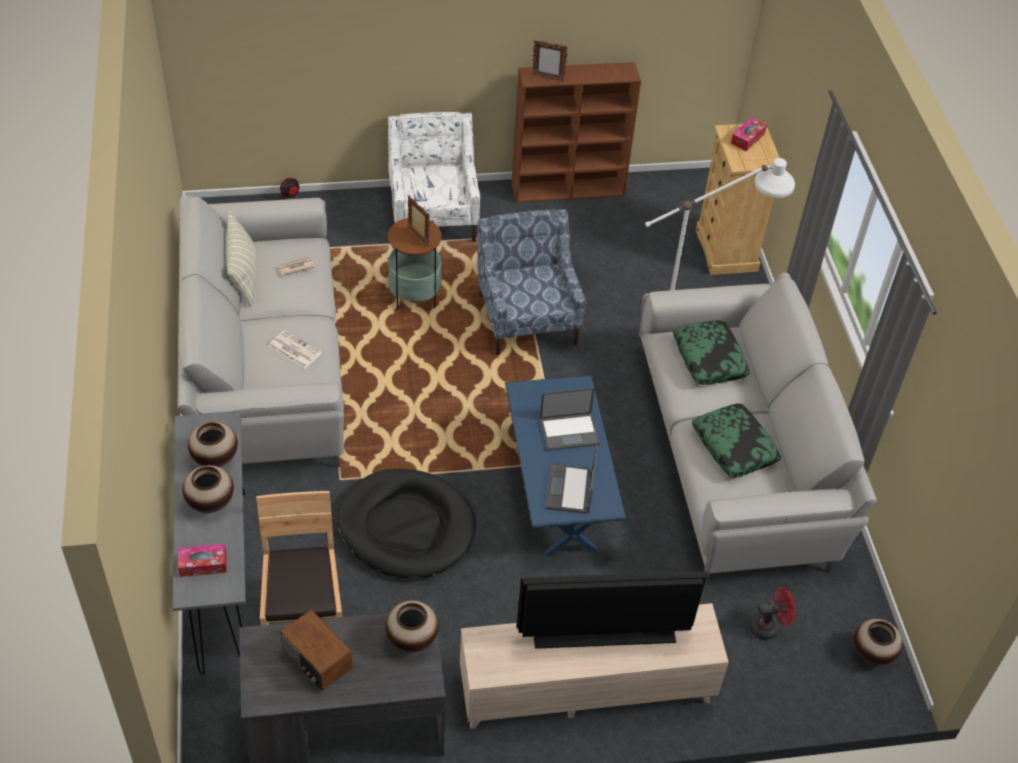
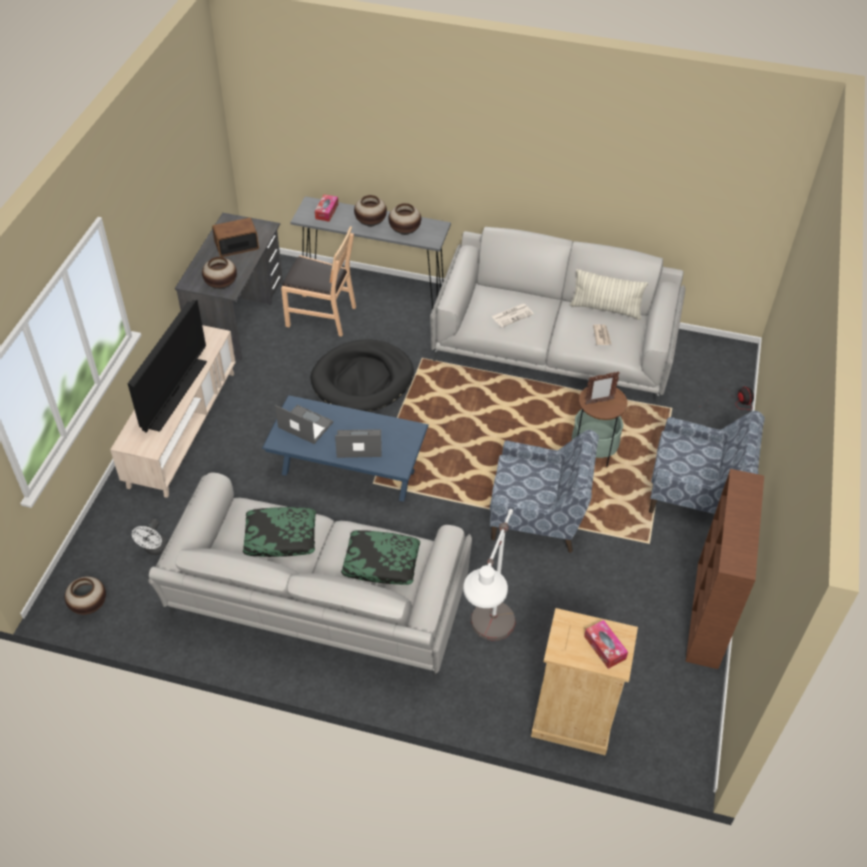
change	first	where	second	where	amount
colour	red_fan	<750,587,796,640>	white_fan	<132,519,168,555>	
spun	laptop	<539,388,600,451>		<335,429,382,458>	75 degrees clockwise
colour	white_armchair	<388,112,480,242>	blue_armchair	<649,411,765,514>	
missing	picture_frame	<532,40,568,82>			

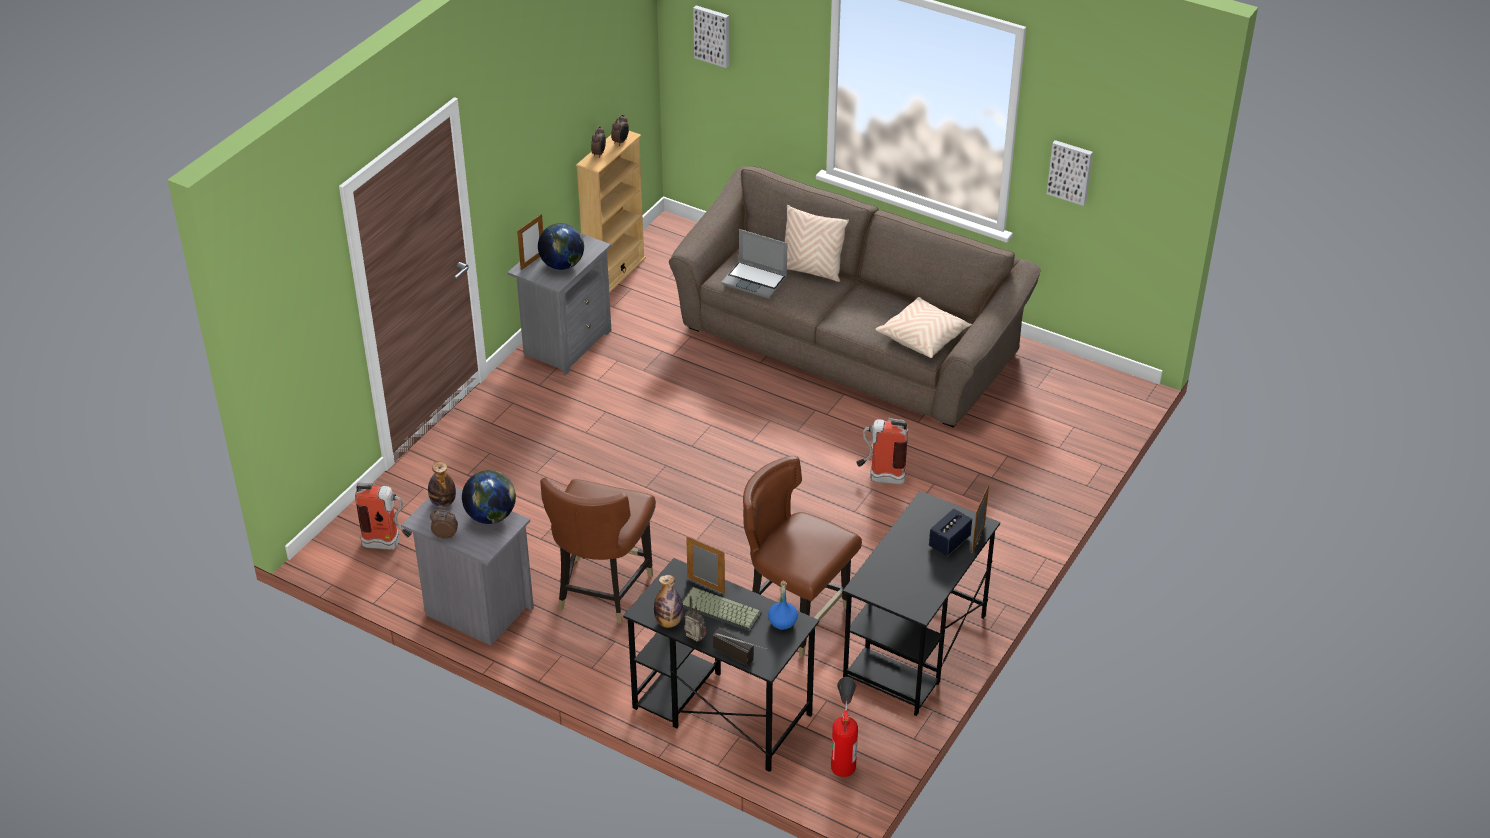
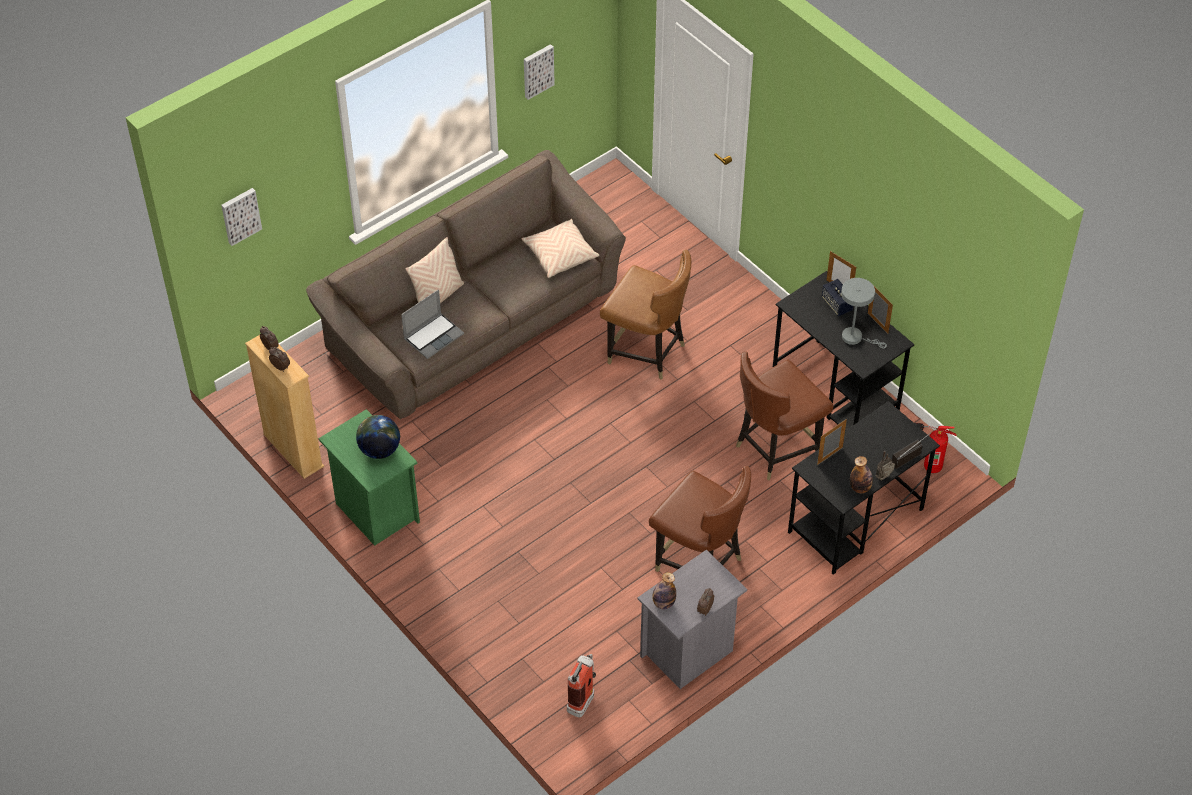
change	first	where	second	where	amount
colour	grey_nightstand	<507,233,611,375>	green_nightstand	<318,409,420,546>	
exchanged	fire_extinguisher	<856,417,908,484>	brown_chair	<600,250,691,380>	
appeared			grey_table_lamp	<841,278,887,349>	
relocated	picture_frame	<517,214,543,270>		<868,285,893,334>	
missing	globe	<462,470,516,524>			
missing	keyboard	<682,587,762,631>			
missing	blue_bottle	<768,581,798,630>			

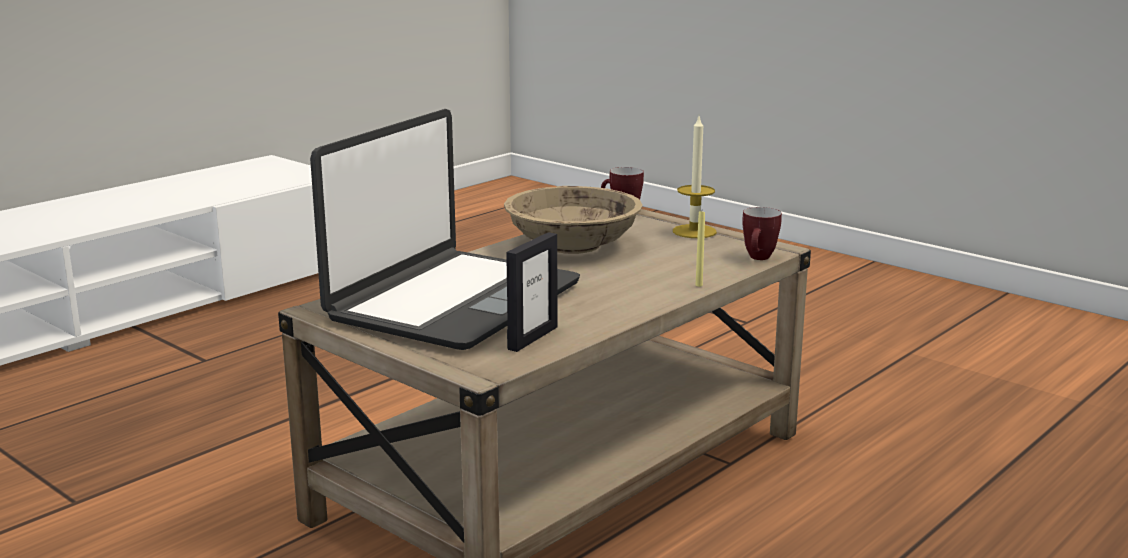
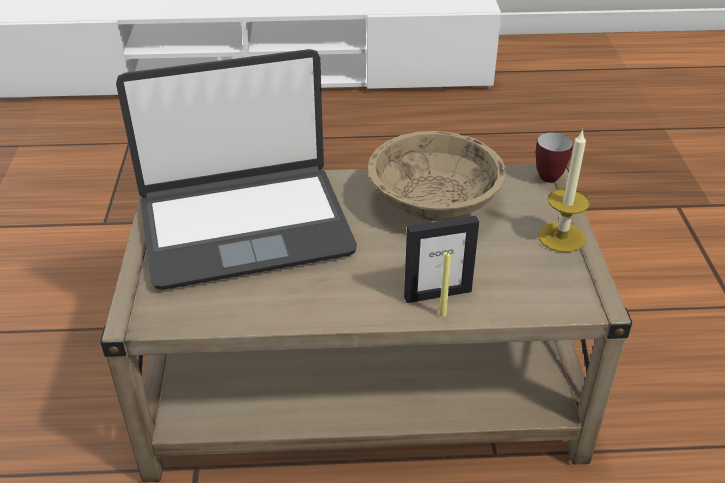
change	first	where	second	where	amount
relocated	picture_frame	<506,232,558,352>		<404,216,479,303>	
missing	mug	<742,207,782,260>			

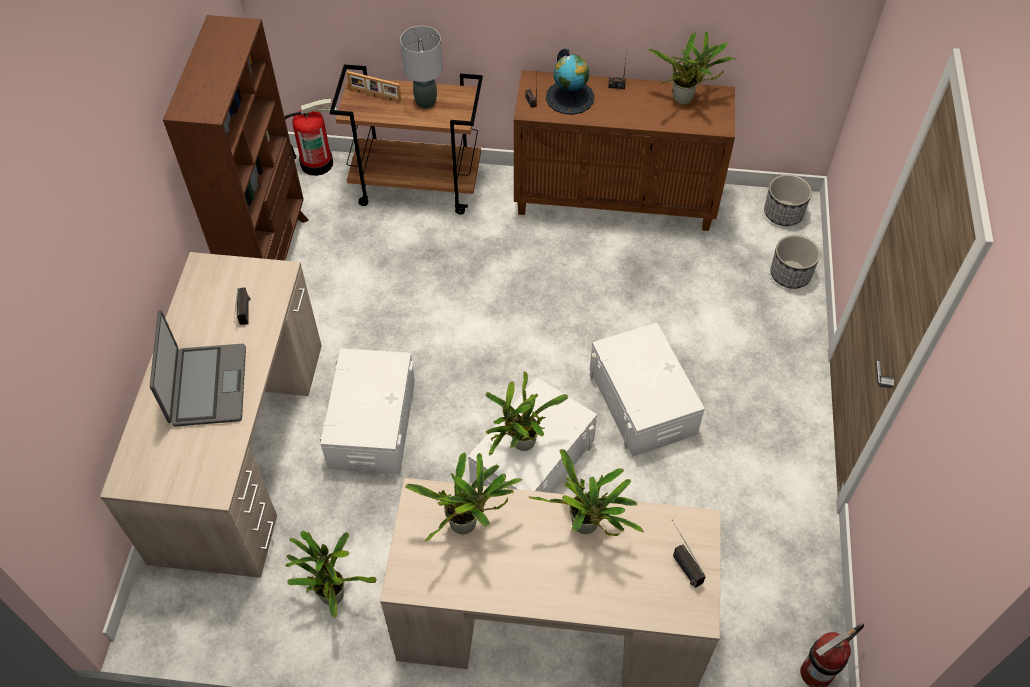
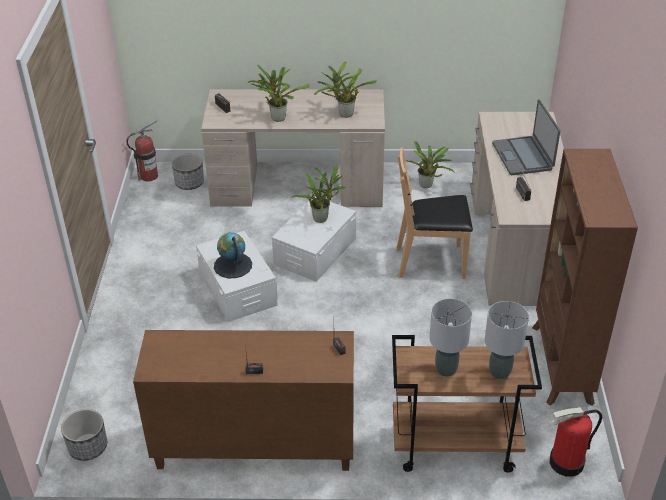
change	first	where	second	where	amount
relocated	planter	<770,235,820,289>		<172,153,204,190>	
relocated	globe	<546,48,594,115>		<214,232,252,278>	
exchanged	white_storage_box	<320,348,415,474>	brown_chair	<396,147,473,279>	
exchanged	picture_frame	<346,71,402,103>	grey_table_lamp	<485,301,529,379>	
missing	potted_plant	<647,32,735,105>			

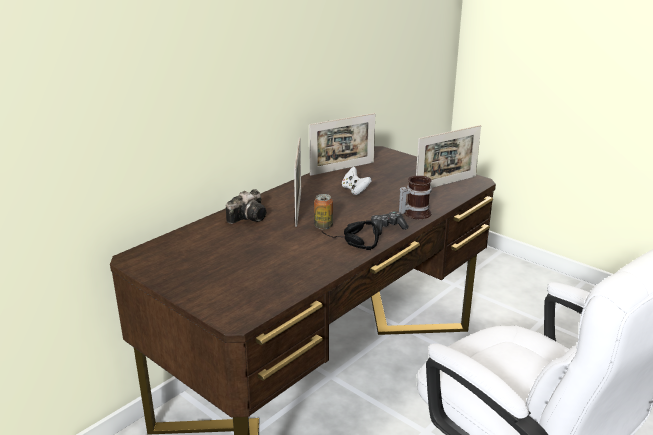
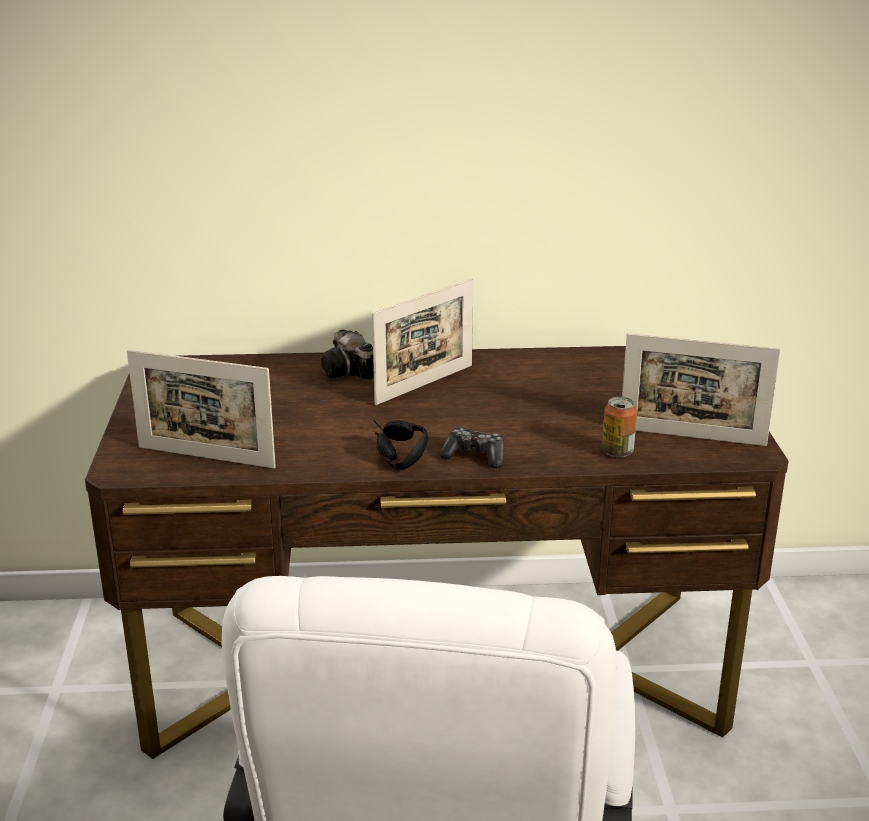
change	first	where	second	where	amount
relocated	picture_frame	<309,113,375,176>		<127,350,276,468>	
spun	photo_camera	<226,189,266,224>		<320,329,374,381>	60 degrees clockwise
relocated	can	<314,194,333,230>		<602,397,637,458>	
missing	white_game_controller	<342,167,372,195>			
missing	mug	<399,176,432,219>			

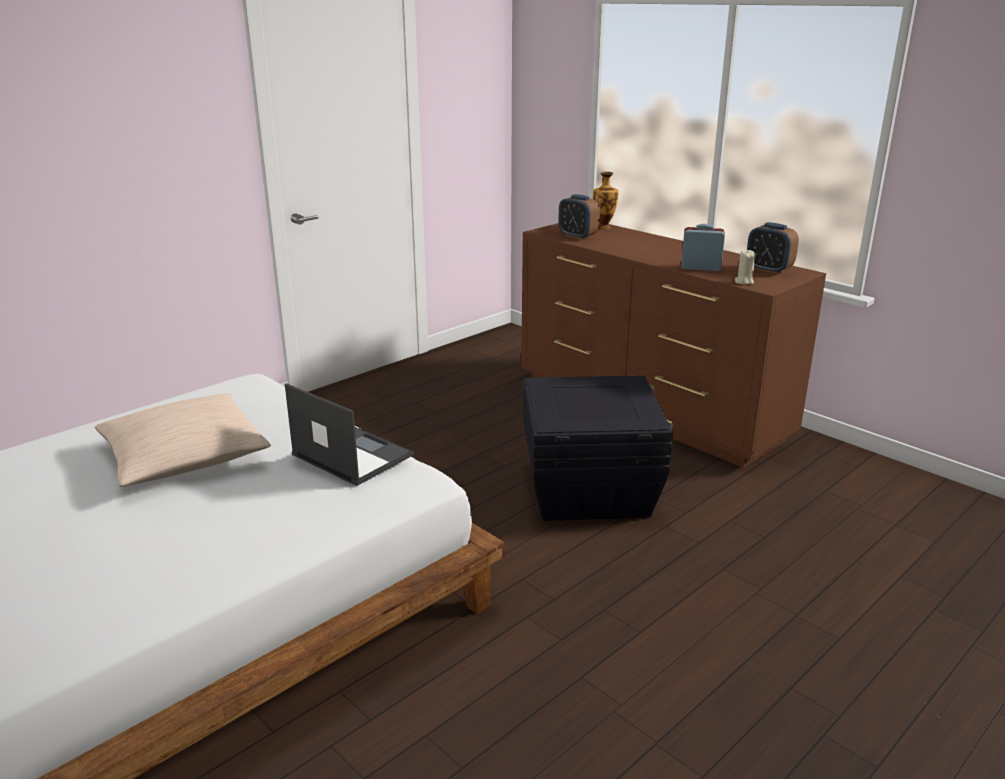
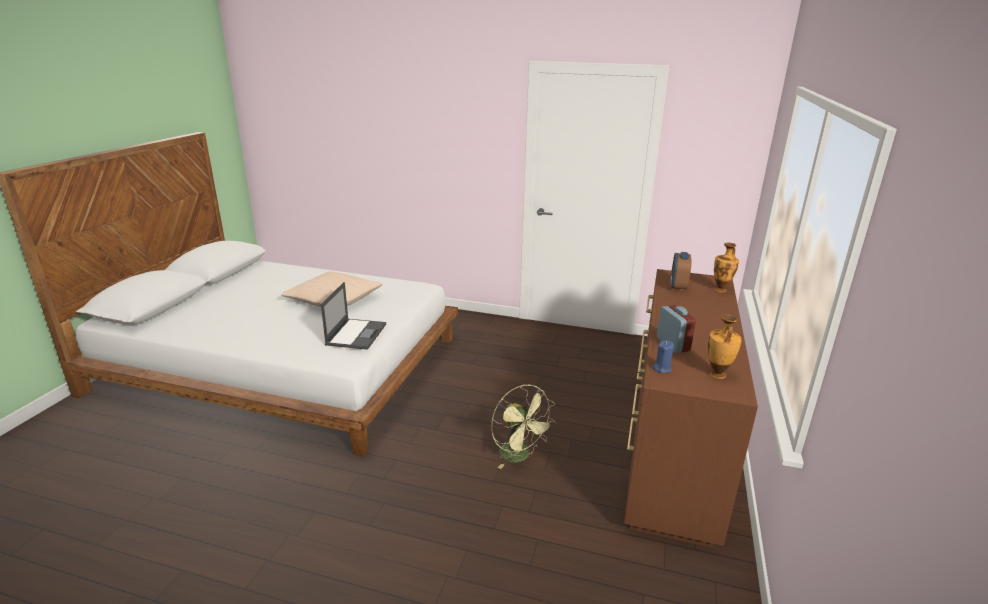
change	first	where	second	where	amount
exchanged	black_storage_box	<523,375,673,521>	green_fan	<491,385,556,469>	
colour	beige_candle	<735,250,756,285>	blue_candle	<653,340,674,373>	
exchanged	alarm_clock	<747,222,799,274>	vase	<708,314,742,379>	

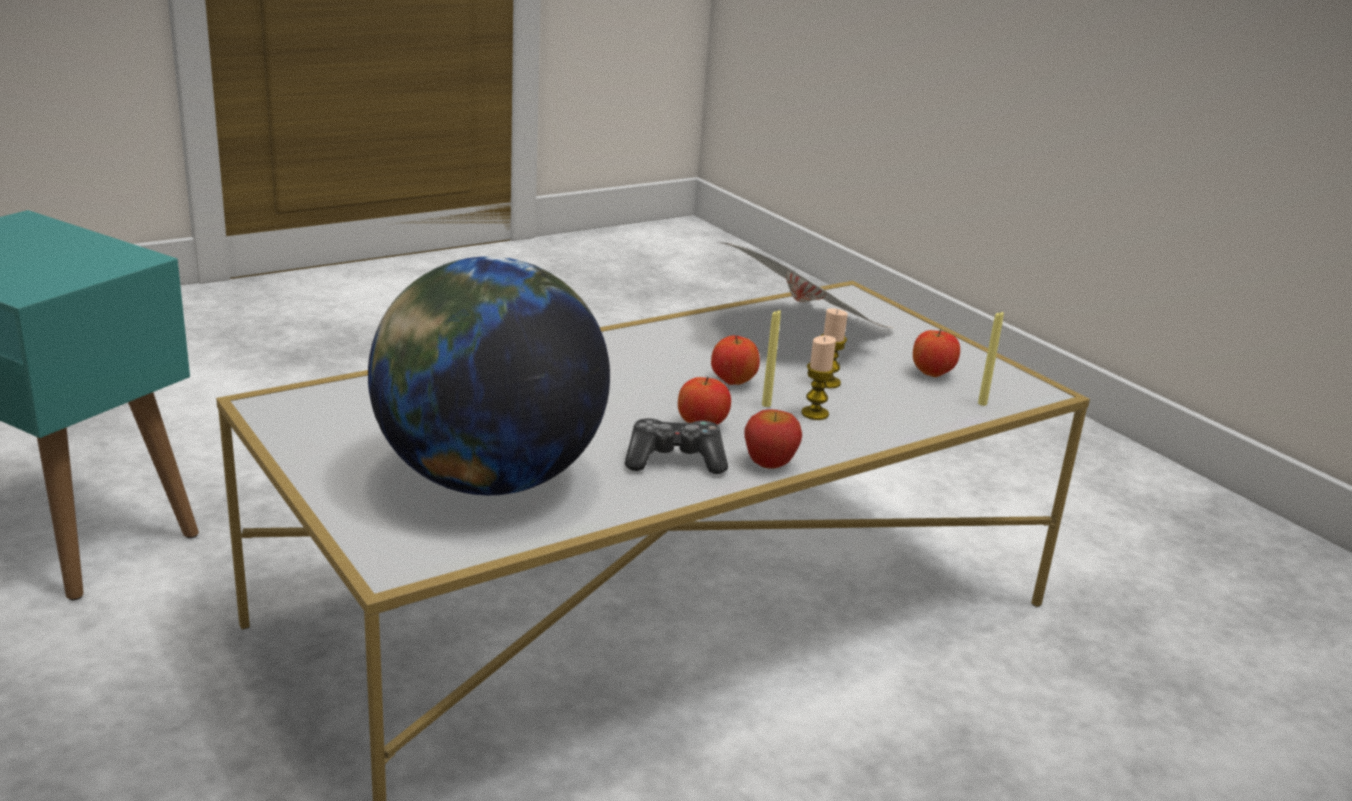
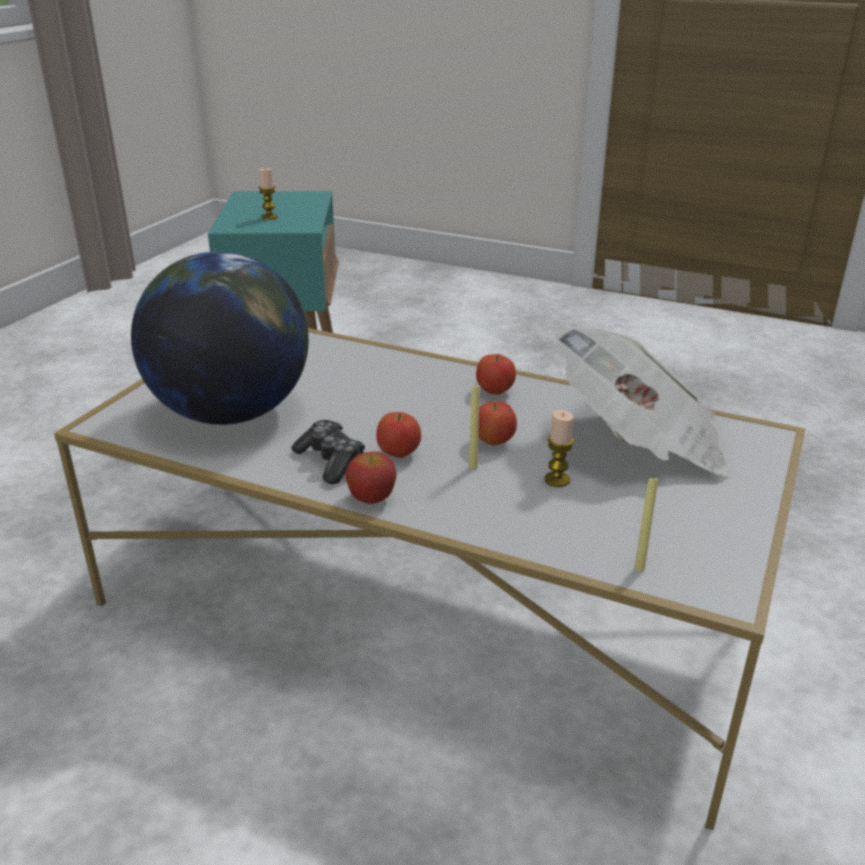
change	first	where	second	where	amount
relocated	candle	<801,336,836,420>		<258,168,278,220>	
relocated	apple	<913,329,960,377>		<476,354,516,395>	

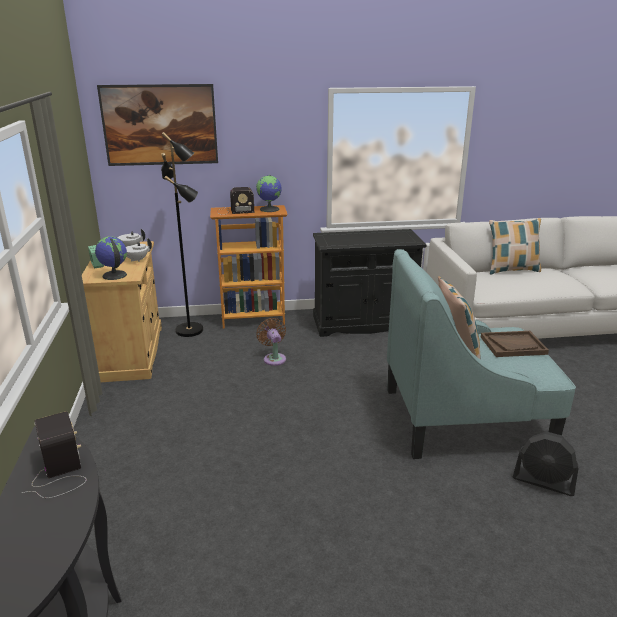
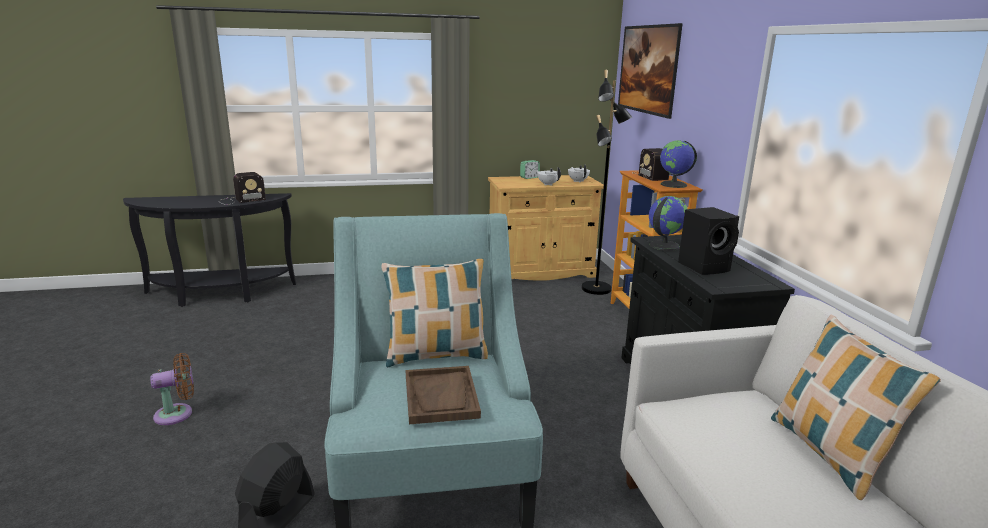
change	first	where	second	where	amount
relocated	brown_fan	<257,318,286,366>		<150,353,194,425>	
relocated	globe	<95,236,127,280>		<649,196,687,251>	
appeared			black_speaker	<678,207,739,275>	

